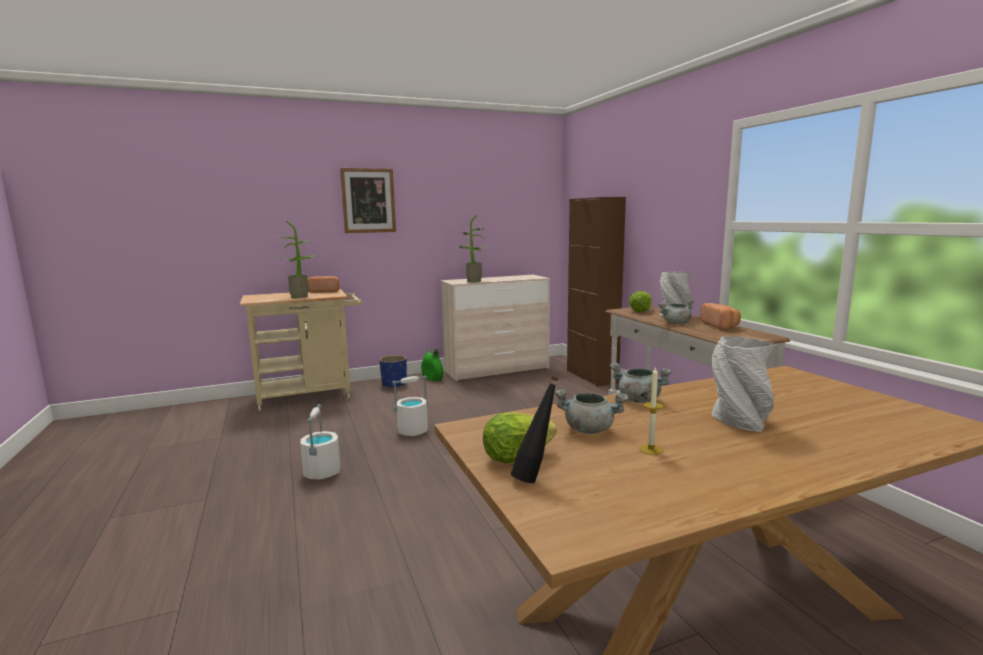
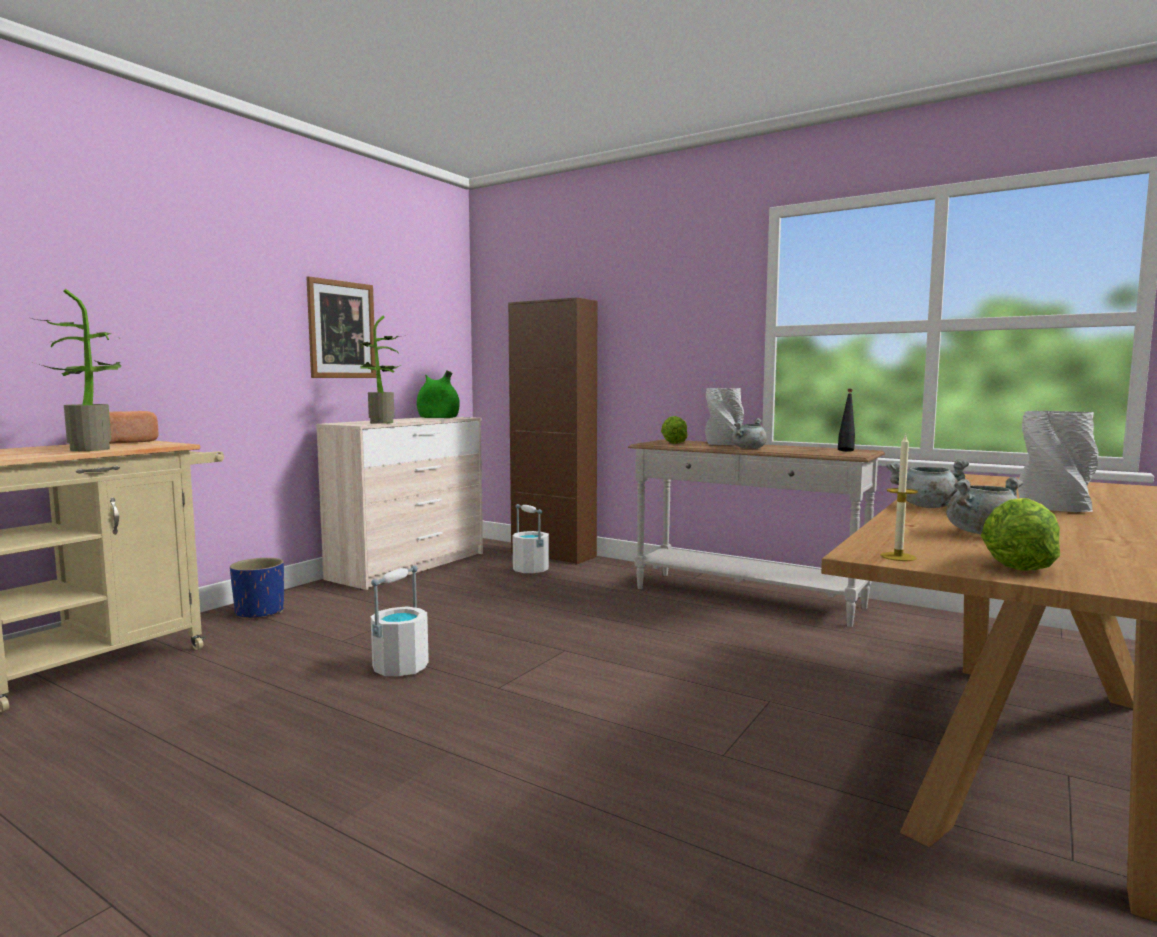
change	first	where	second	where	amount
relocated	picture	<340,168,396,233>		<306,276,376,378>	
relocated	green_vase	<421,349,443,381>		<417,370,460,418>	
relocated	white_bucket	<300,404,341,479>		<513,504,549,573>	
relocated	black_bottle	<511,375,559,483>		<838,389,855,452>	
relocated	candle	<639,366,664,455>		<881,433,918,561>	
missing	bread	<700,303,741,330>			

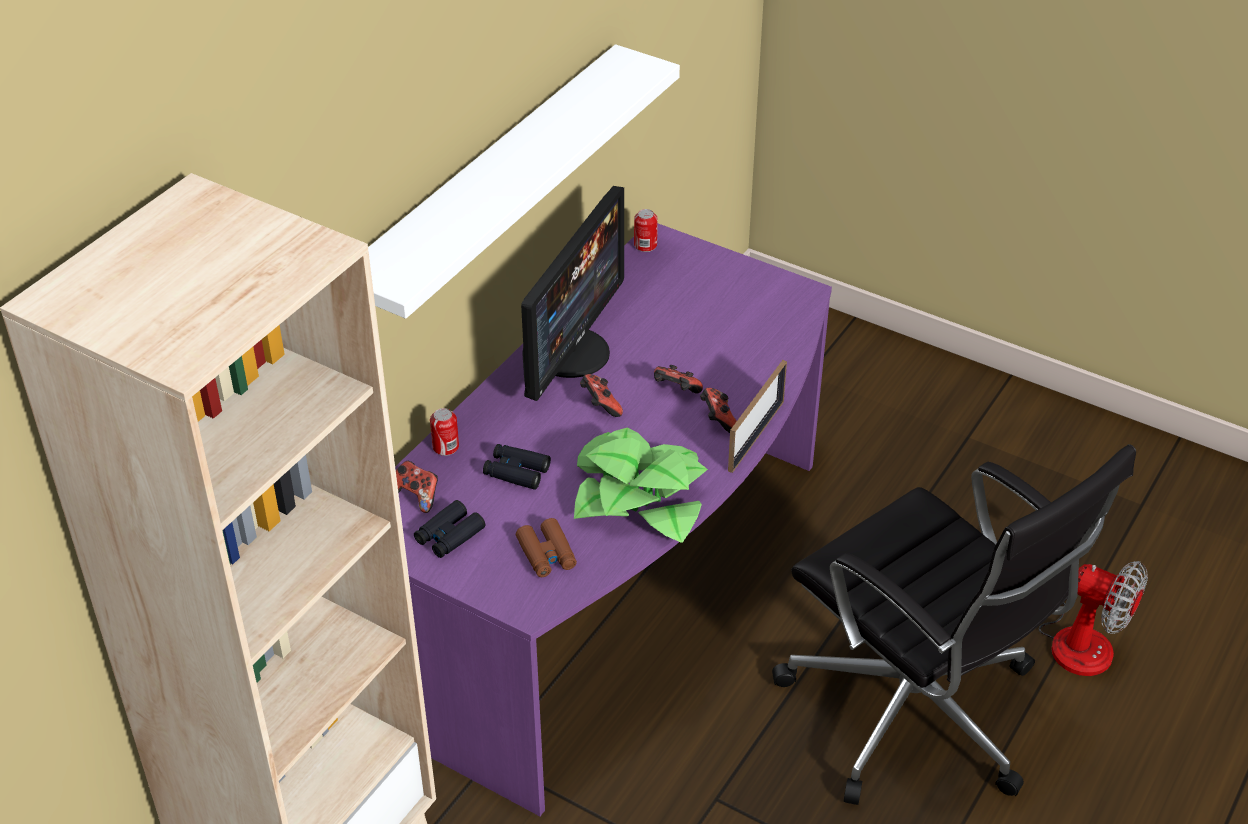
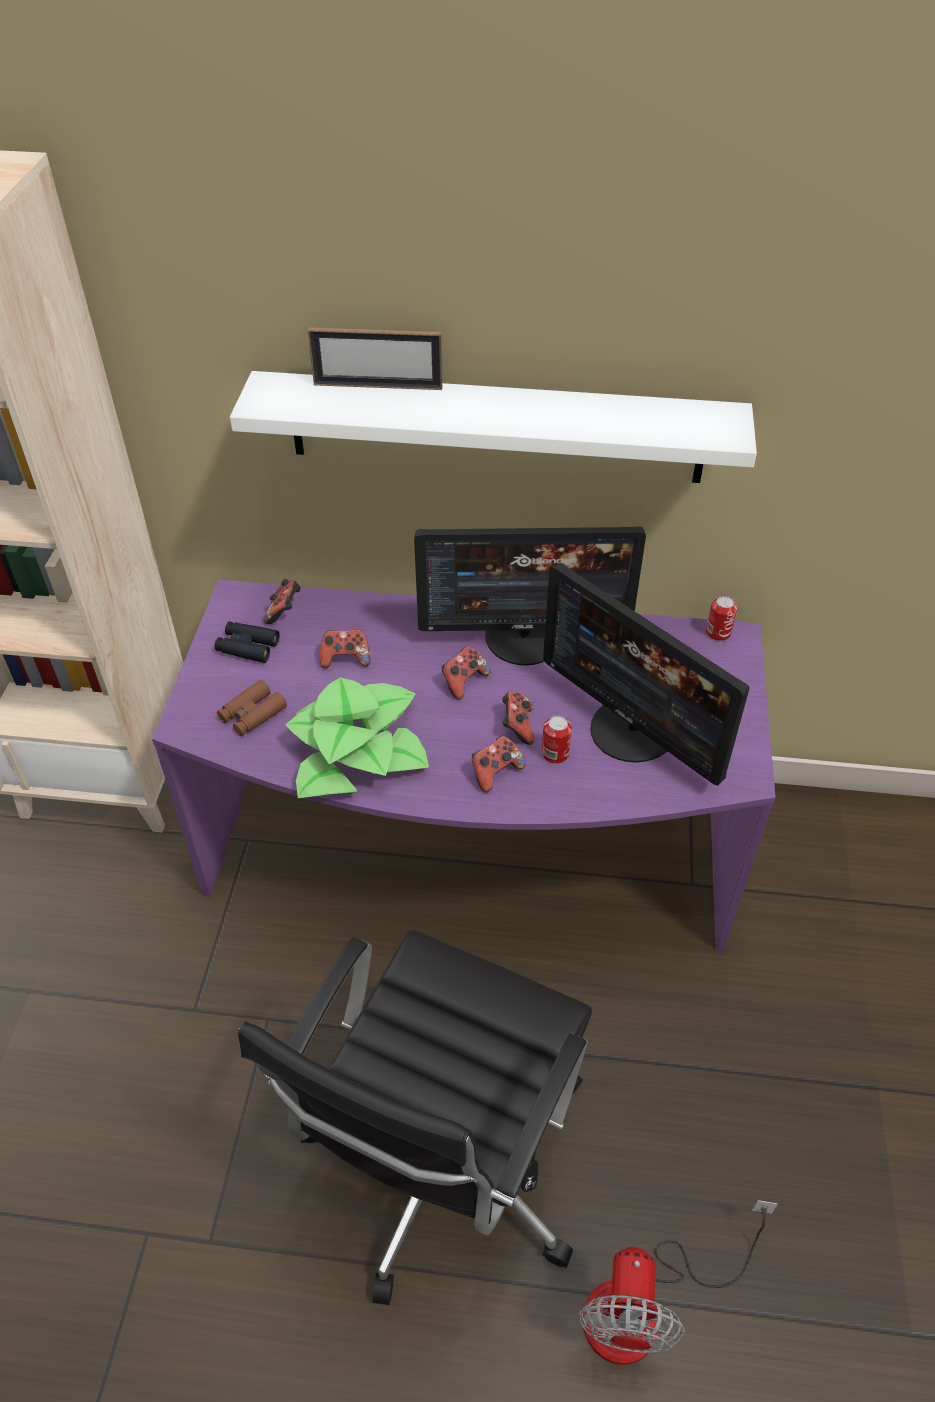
change	first	where	second	where	amount
relocated	picture_frame	<728,360,787,473>		<308,327,442,390>	
exchanged	black_binoculars	<483,444,551,490>	game_controller	<319,629,371,668>	
relocated	can	<430,408,459,456>		<542,716,572,764>	
appeared			monitor	<543,563,749,785>	

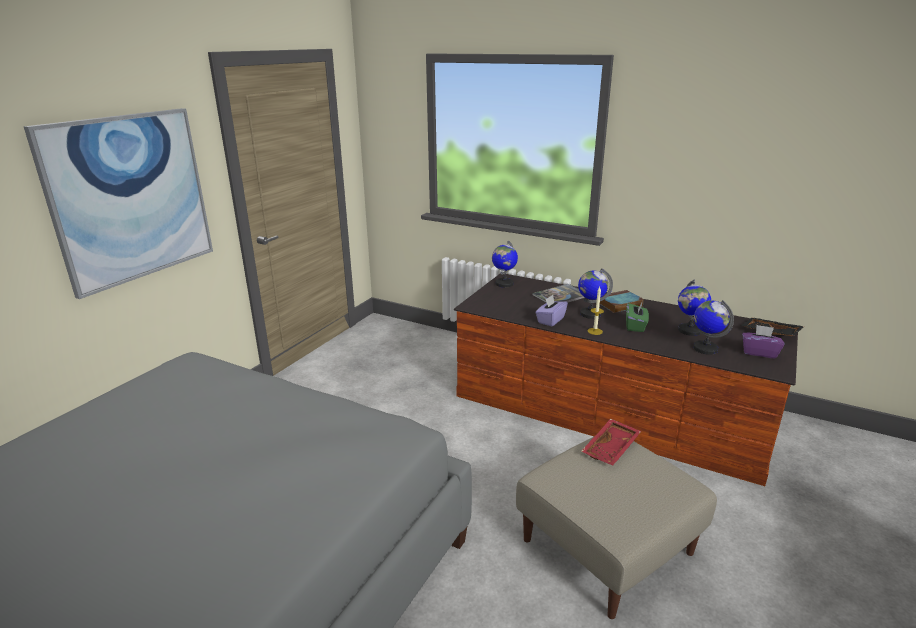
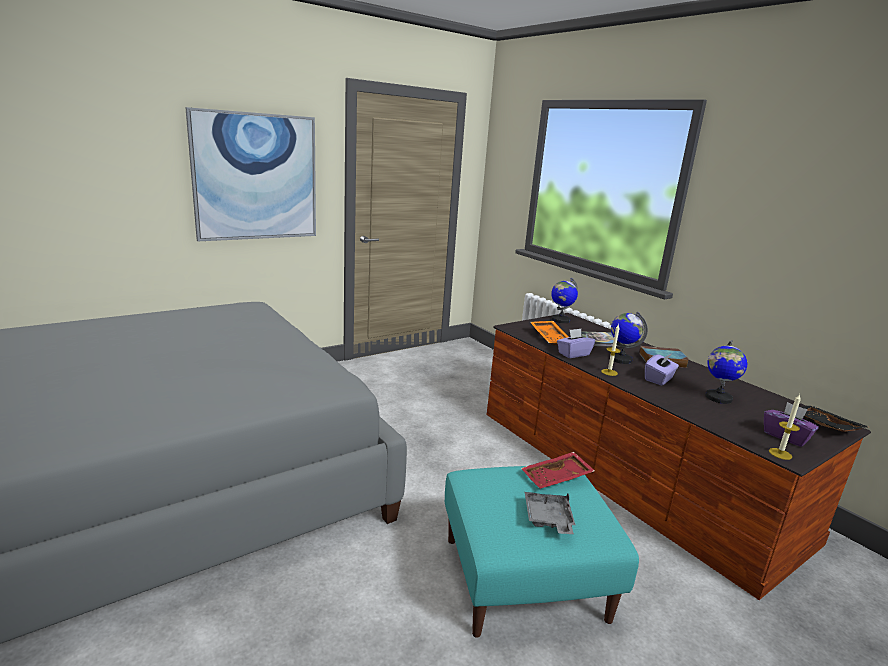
change	first	where	second	where	amount
colour	beige_ottoman	<516,437,717,619>	turquoise_ottoman	<445,466,639,638>	
appeared			grey_tray	<525,492,576,534>	
appeared			orange_tray	<530,321,569,345>	
colour	green_tissue_box	<626,303,649,332>	purple_tissue_box	<645,353,679,385>	
appeared			candle	<769,394,801,460>	
missing	globe	<693,300,734,355>			

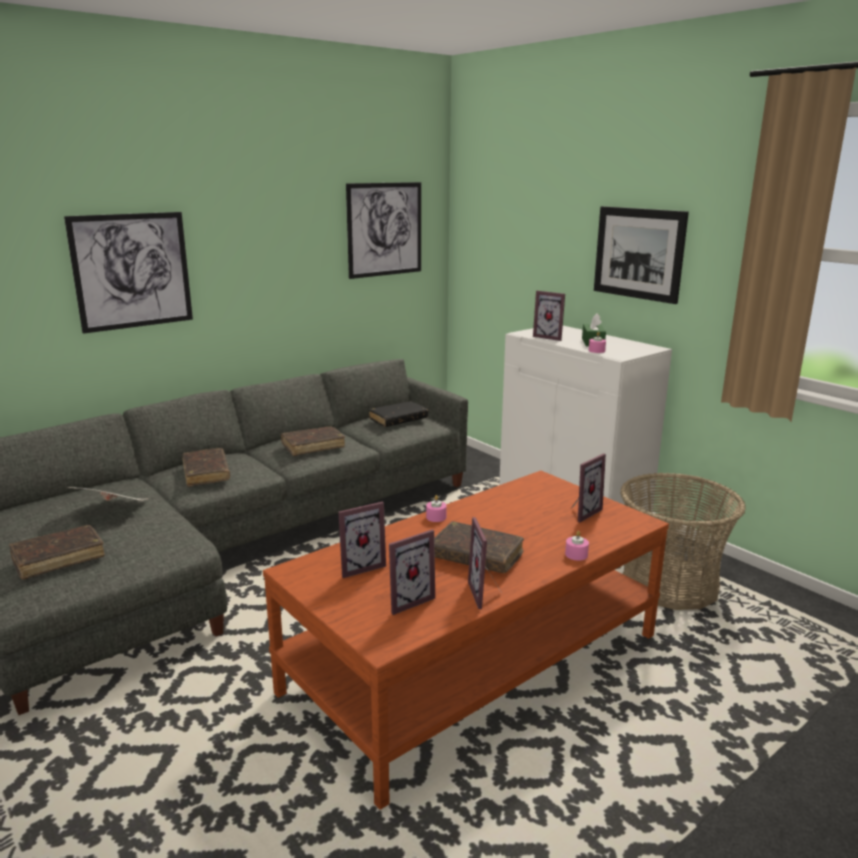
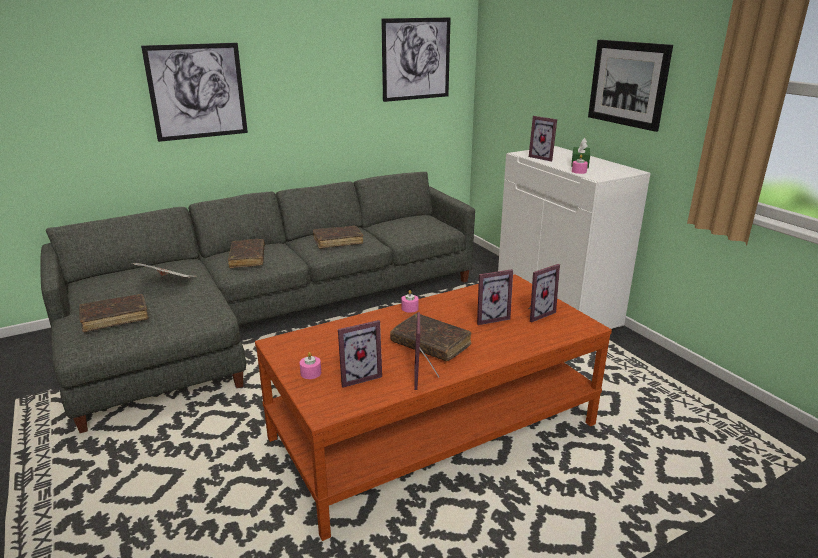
change	first	where	second	where	amount
relocated	pink_candle	<565,531,589,561>		<300,352,321,379>	
relocated	picture_frame	<338,502,386,578>		<477,269,513,325>	
missing	black_book	<369,401,428,427>			
missing	basket	<620,473,746,610>			

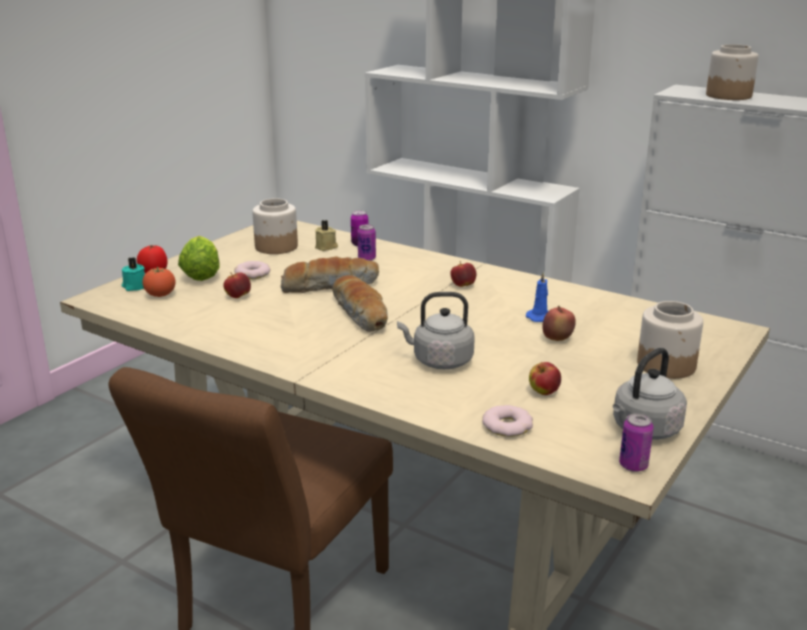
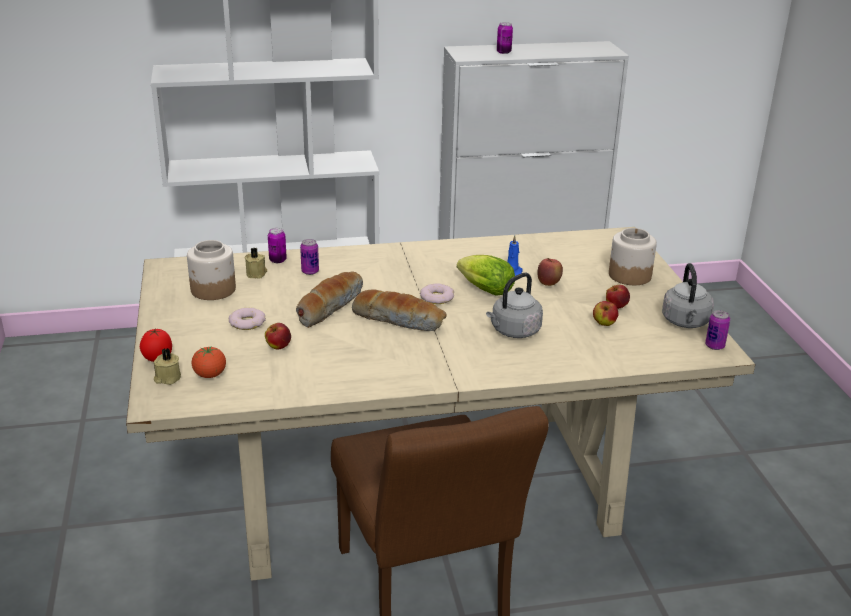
change	first	where	second	where	amount
colour	turquoise_candle	<122,257,145,291>	beige_candle	<154,348,181,385>	
relocated	donut	<482,405,533,437>		<420,283,454,304>	
relocated	lettuce	<178,236,220,281>		<457,255,515,296>	
exchanged	jar	<706,44,759,100>	can	<497,22,513,54>	
relocated	apple	<450,261,476,287>		<606,285,630,309>	

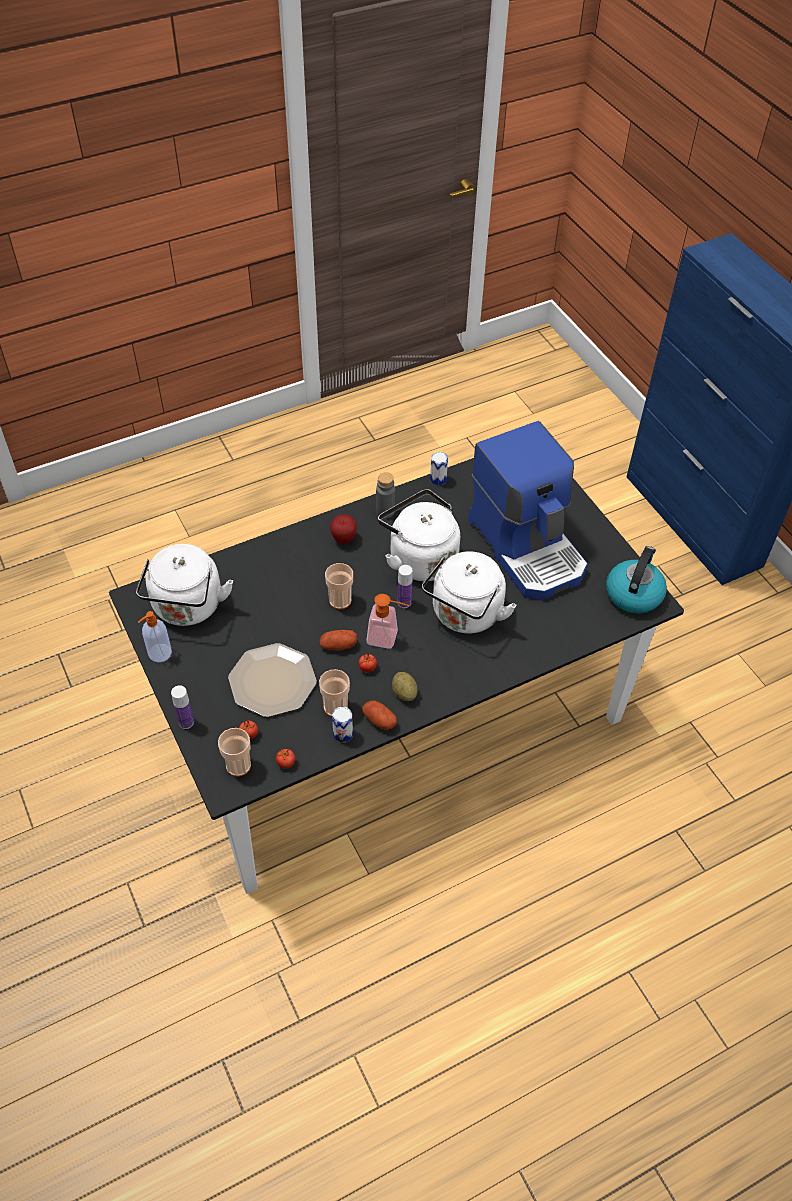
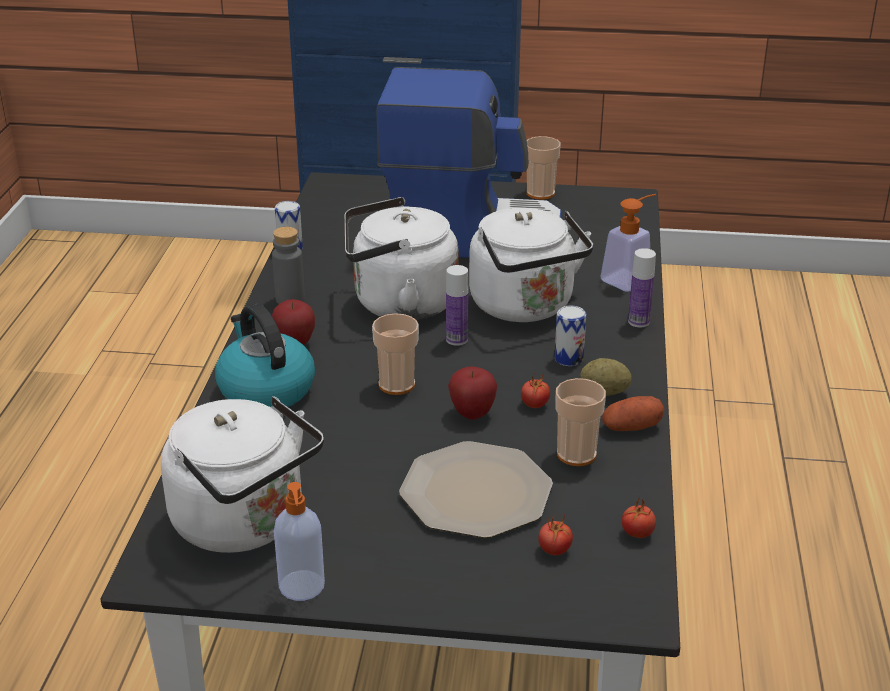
change	first	where	second	where	amount
relocated	kettle	<606,546,667,614>		<215,304,315,407>	
exchanged	potato	<319,630,357,651>	apple	<448,366,498,420>	
relocated	cup	<218,728,251,777>		<527,136,561,200>	
relocated	can	<332,706,353,743>		<555,305,587,366>	
relocated	soap_dispenser	<366,594,409,649>		<600,194,656,292>	
relocated	bottle	<171,685,194,729>		<628,248,656,327>	

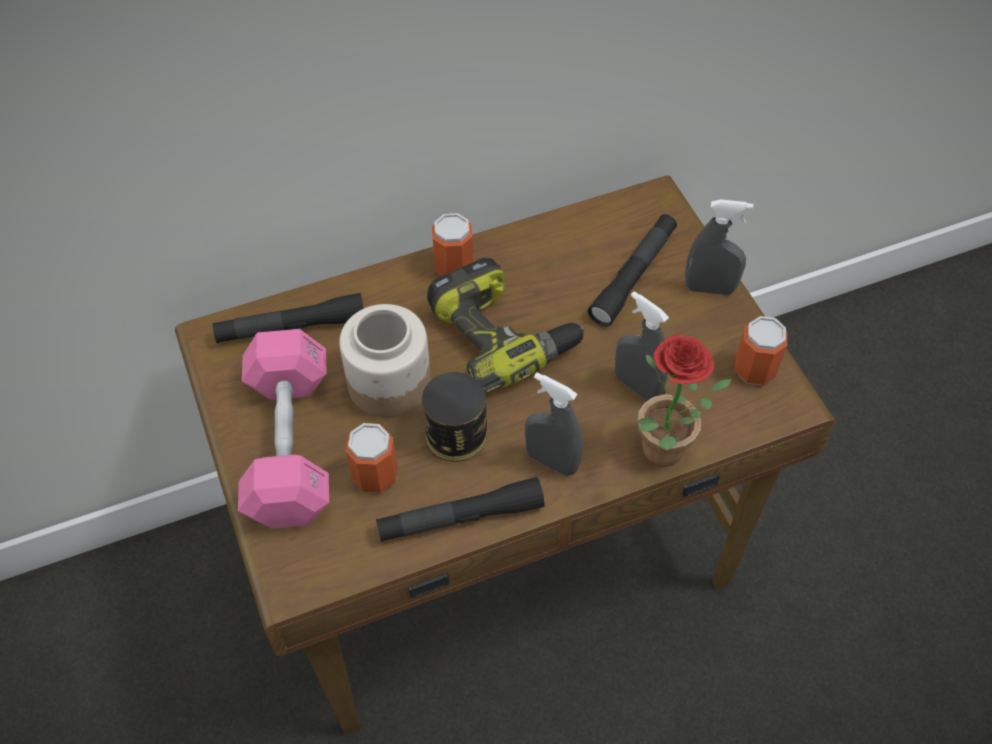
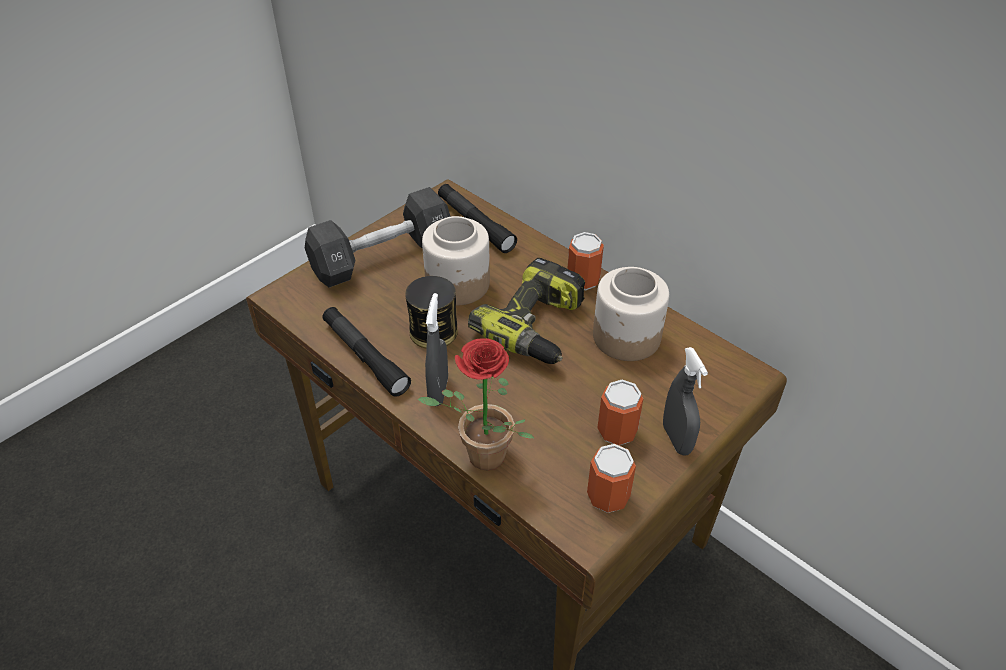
change	first	where	second	where	amount
colour	pink_dumbbell	<238,329,329,529>	black_dumbbell	<305,187,451,288>	
appeared			jar	<593,267,669,361>	
relocated	can	<346,423,398,493>		<597,380,644,445>	
missing	black_flashlight	<588,214,677,327>			
missing	grey_spray_bottle	<615,291,669,401>			

